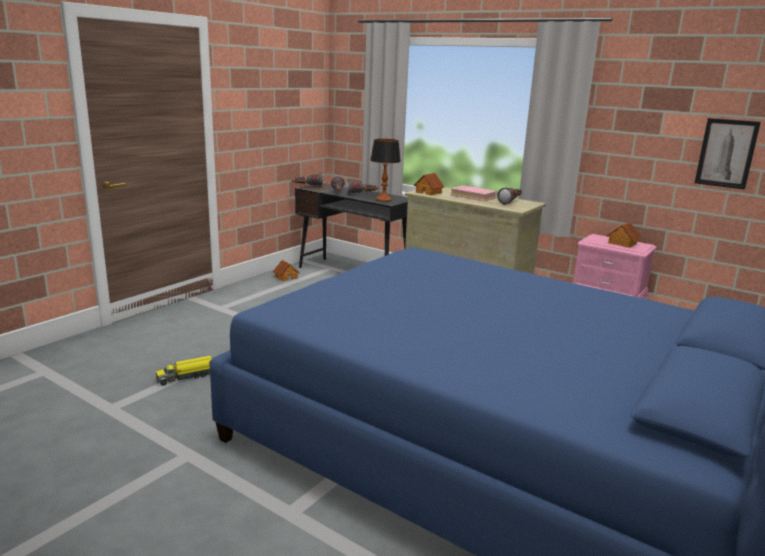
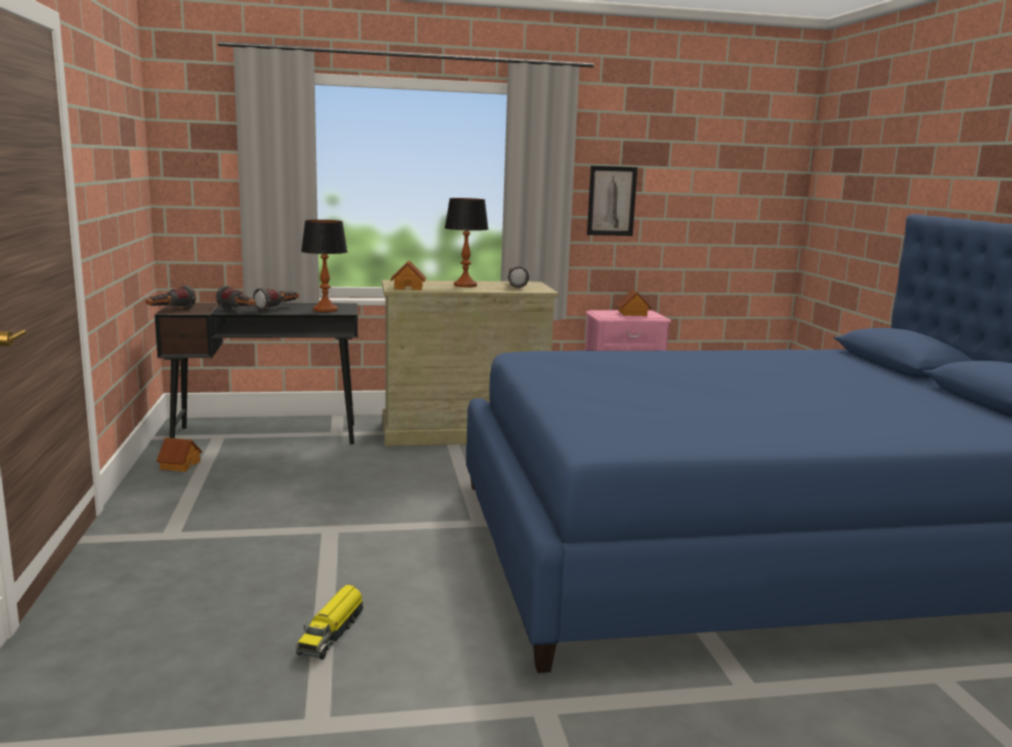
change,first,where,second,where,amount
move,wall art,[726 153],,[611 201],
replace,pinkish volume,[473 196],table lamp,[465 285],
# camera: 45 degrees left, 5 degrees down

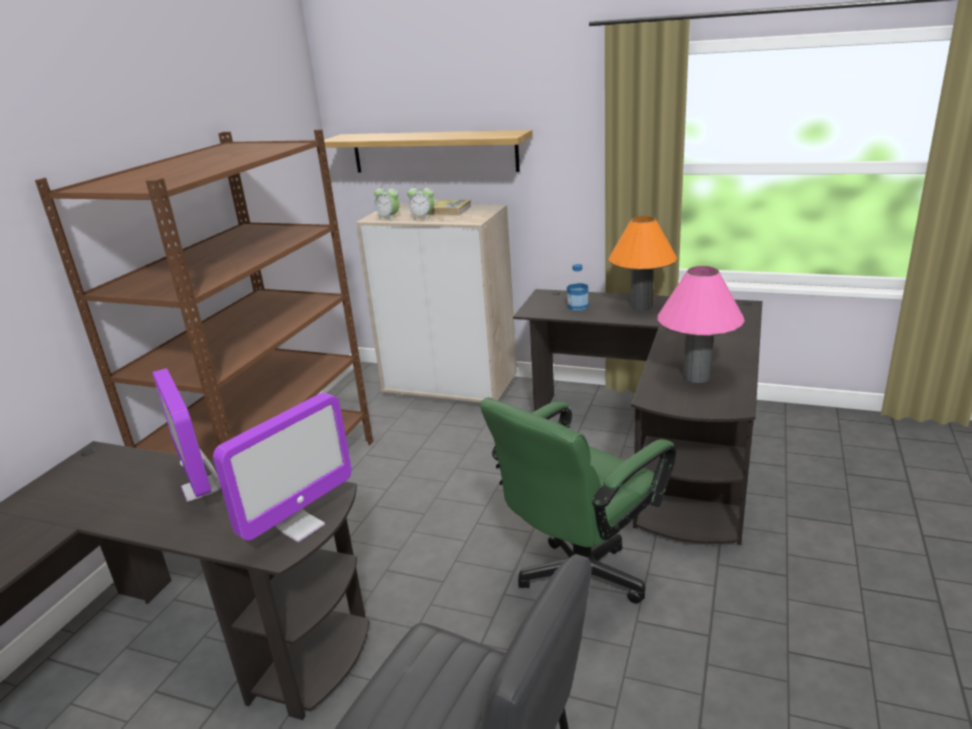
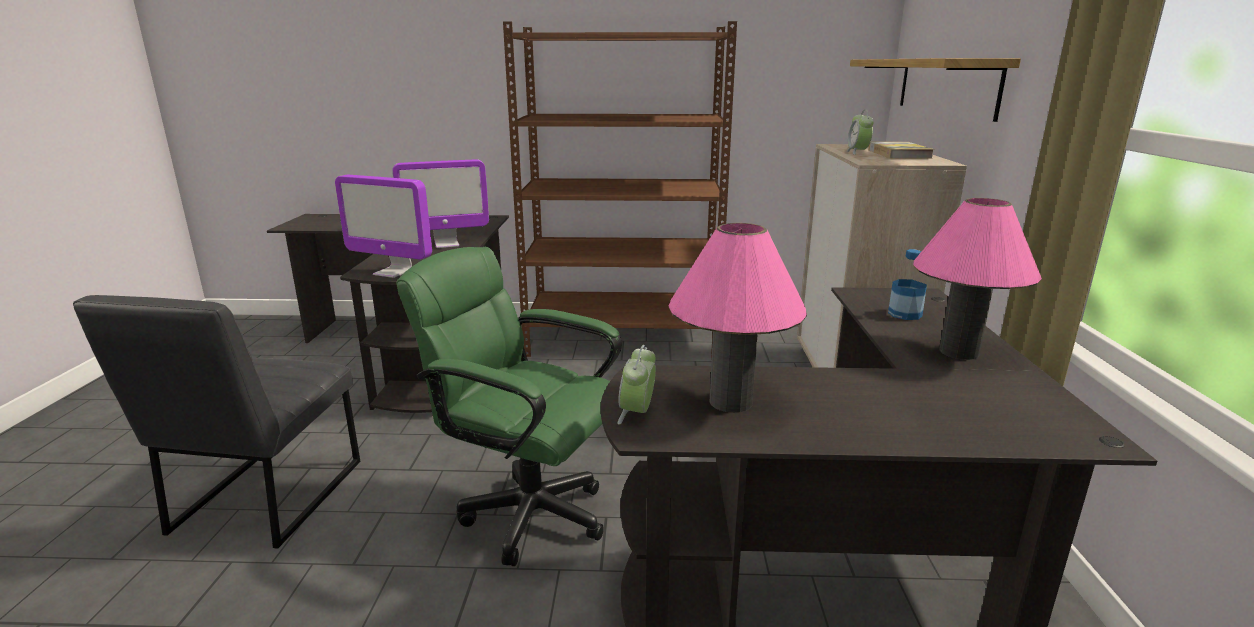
change,first,where,second,where,amount
move,table clock,[388 218],,[637 413],
recolor,orange-coloured table lamp,[641 307],pinkish table lamp,[958 352],
rotate,computer display,[202 488],,[446 244],150 degrees counterclockwise
# camera: 70 degrees right, 5 degrees down

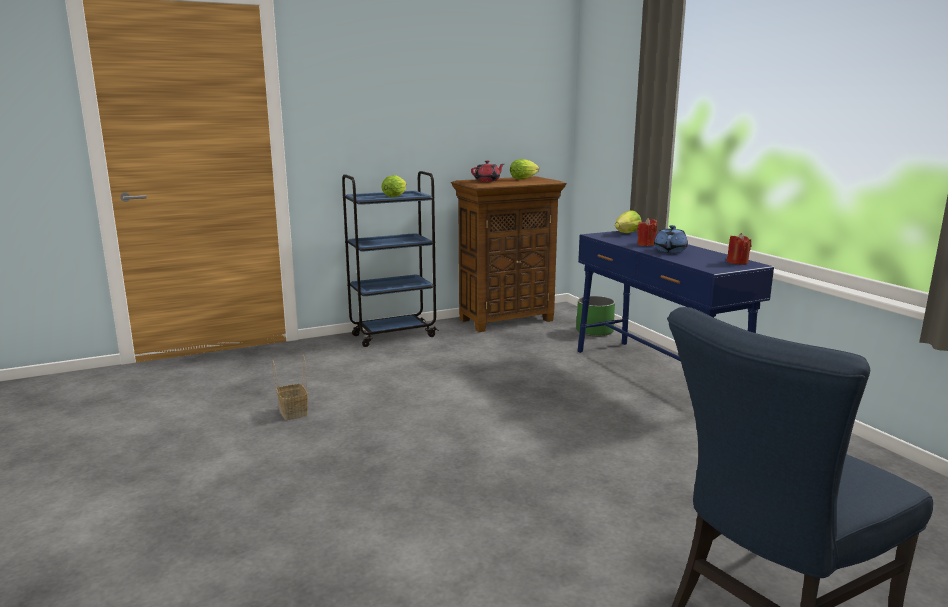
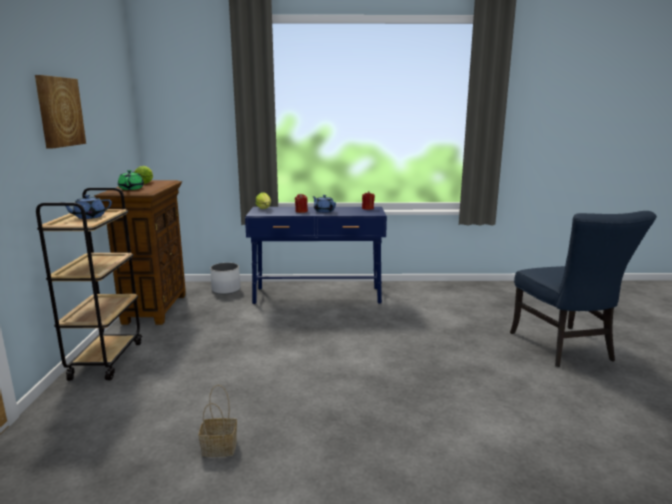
change,first,where,second,where,amount
recolor,reddish teapot,[487 181],green-coloured teapot,[131 188],
recolor,blue-coloured cart,[394 335],brownish cart,[106 360],
replace,lettuce head,[395 196],blue-coloured teapot,[89 217],
recolor,green-coloured planter,[595 331],white planter,[226 290],
insert,,,wall art,[59 112],
# camera: 65 degrees left, 0 degrees up

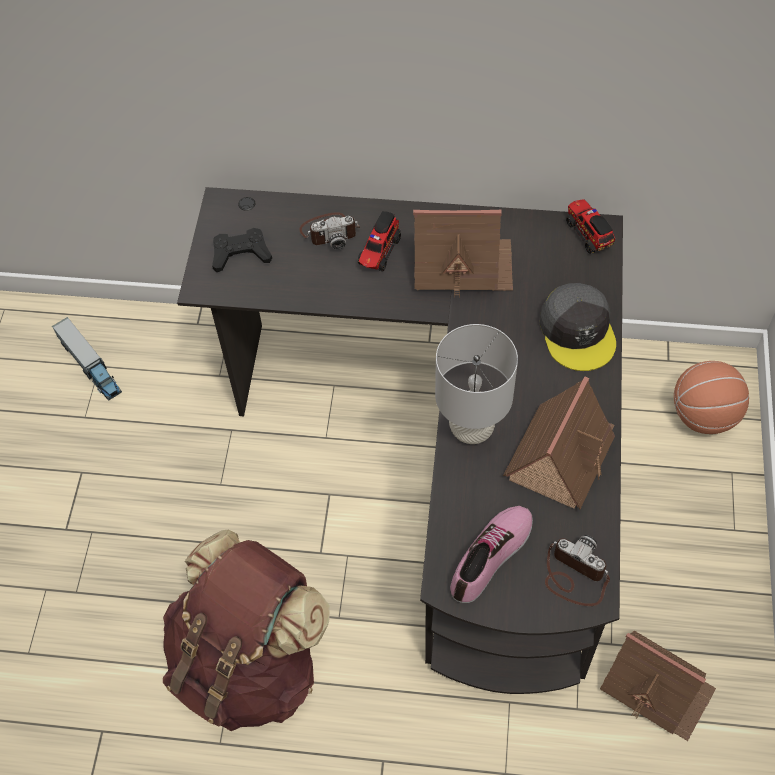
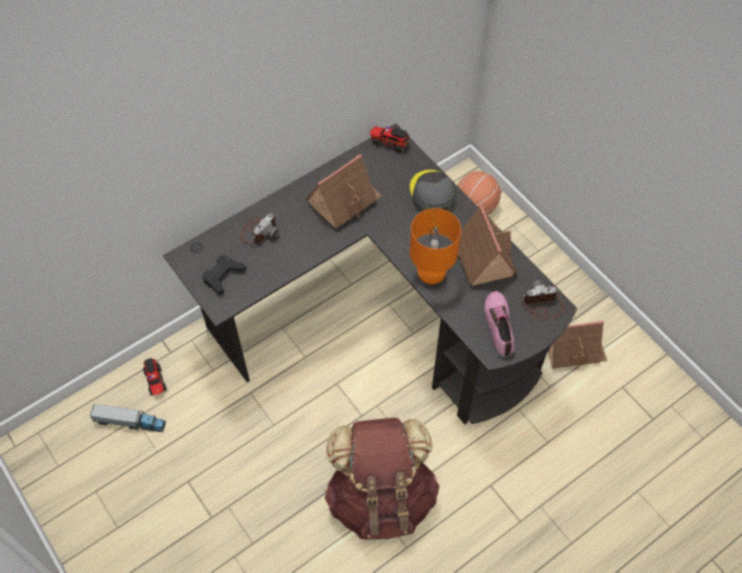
change,first,where,second,where,amount
move,toy truck,[379 252],,[155 381],
rotate,greyish cap,[577 331],,[432 194],135 degrees counterclockwise
recolor,greyish table lamp,[470 428],orange-coloured table lamp,[429 275],
# camera: 45 degrees left, 0 degrees up

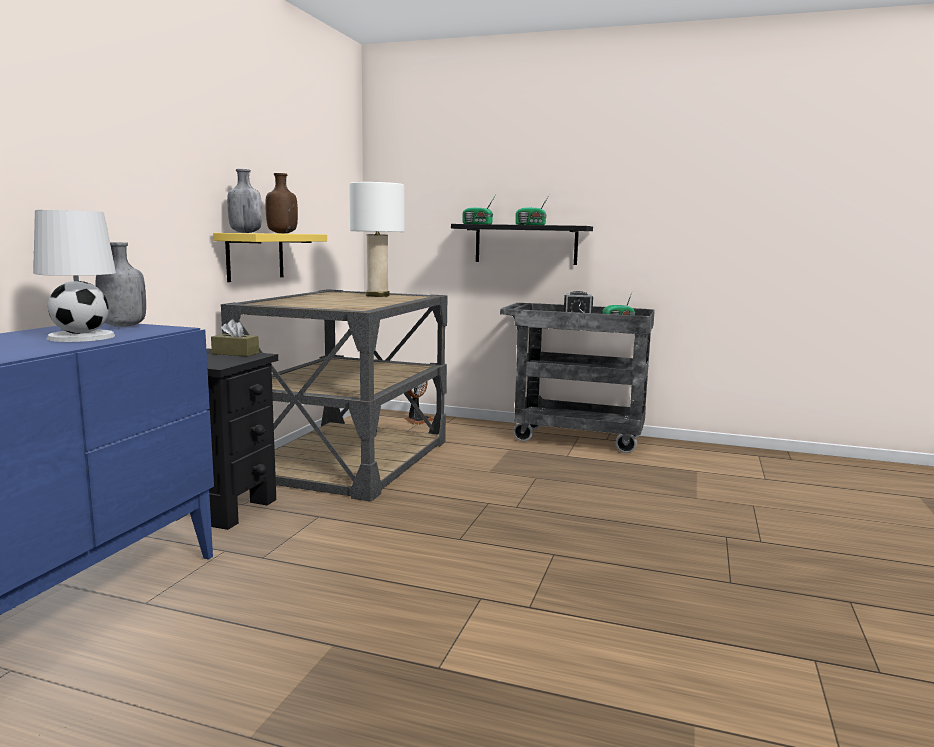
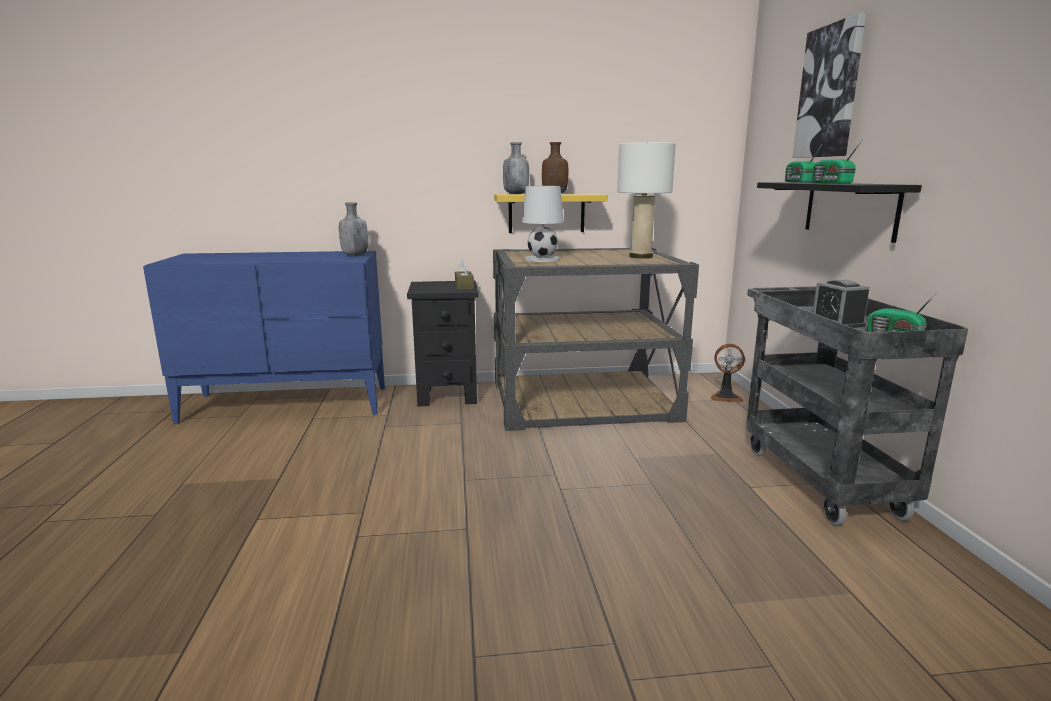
change,first,where,second,where,amount
move,white table lamp,[82 337],,[542 259],
insert,,,wall art,[829 92],
# camera: 65 degrees right, 5 degrees up

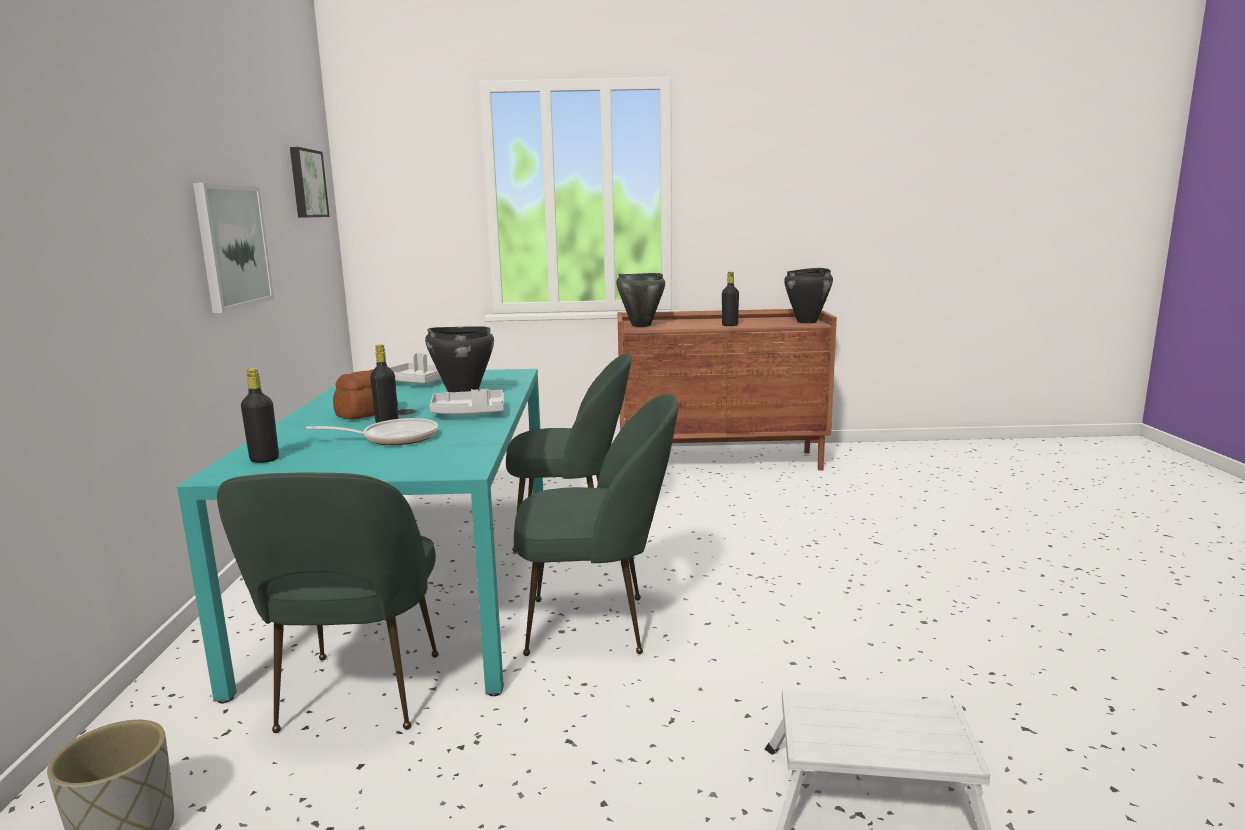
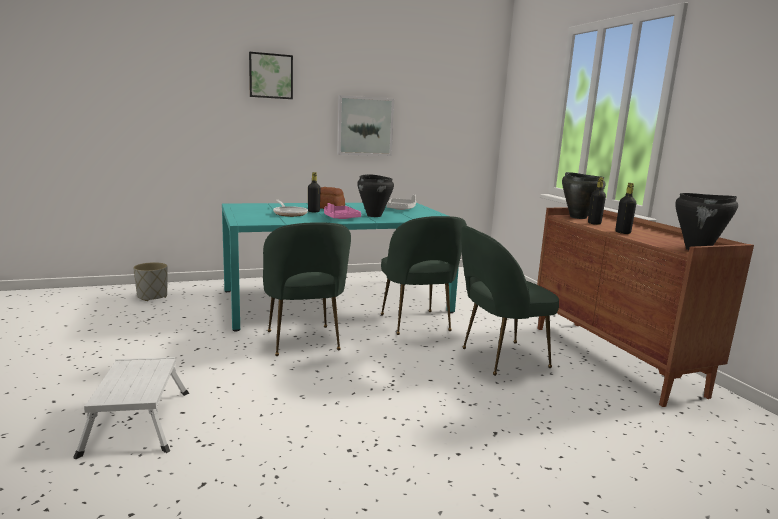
change,first,where,second,where,amount
move,wall art,[306 183],,[270 76],
move,black-coloured bottle,[264 459],,[594 223],
recolor,greyish serving tray,[469 413],pinkish serving tray,[339 218],
move,green-coloured plain chair,[356 701],,[498 358],
# camera: 70 degrees right, 0 degrees up

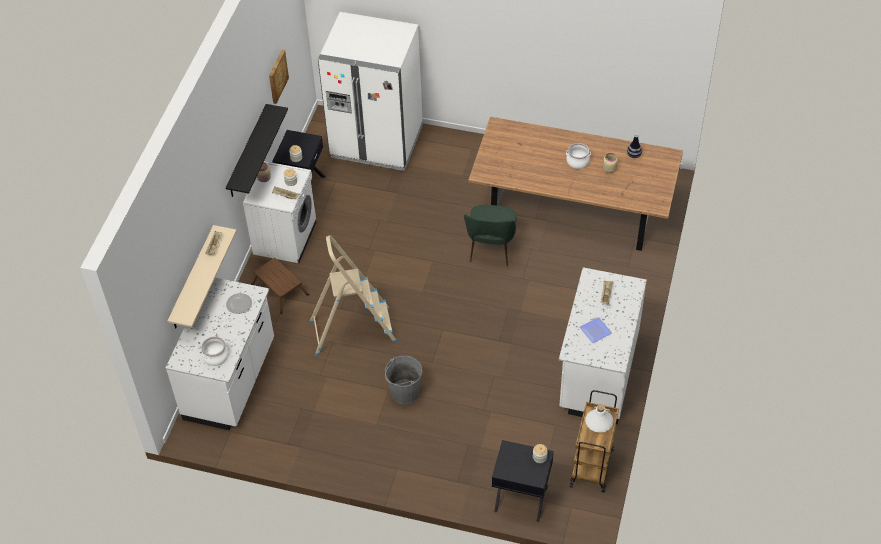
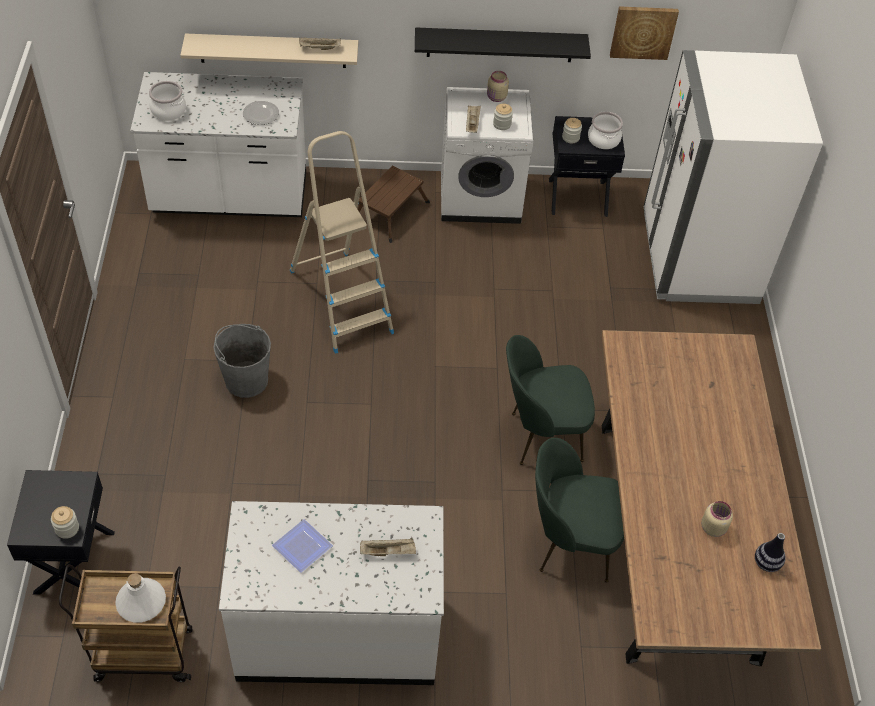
change,first,where,second,where,amount
move,cooking pot,[577 162],,[603 140],
insert,,,green-coloured plain chair,[568 546],
# camera: 70 degrees right, 0 degrees up

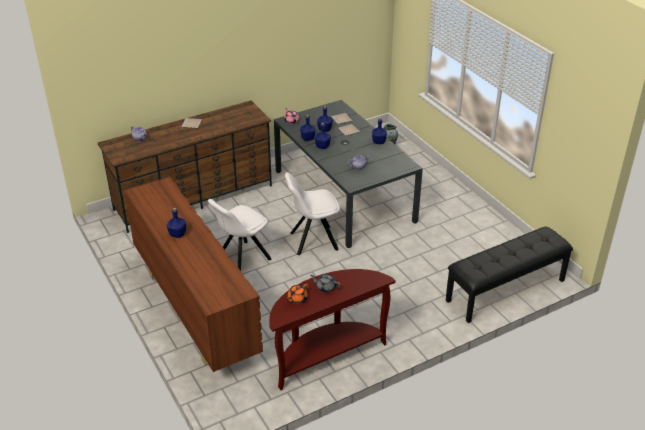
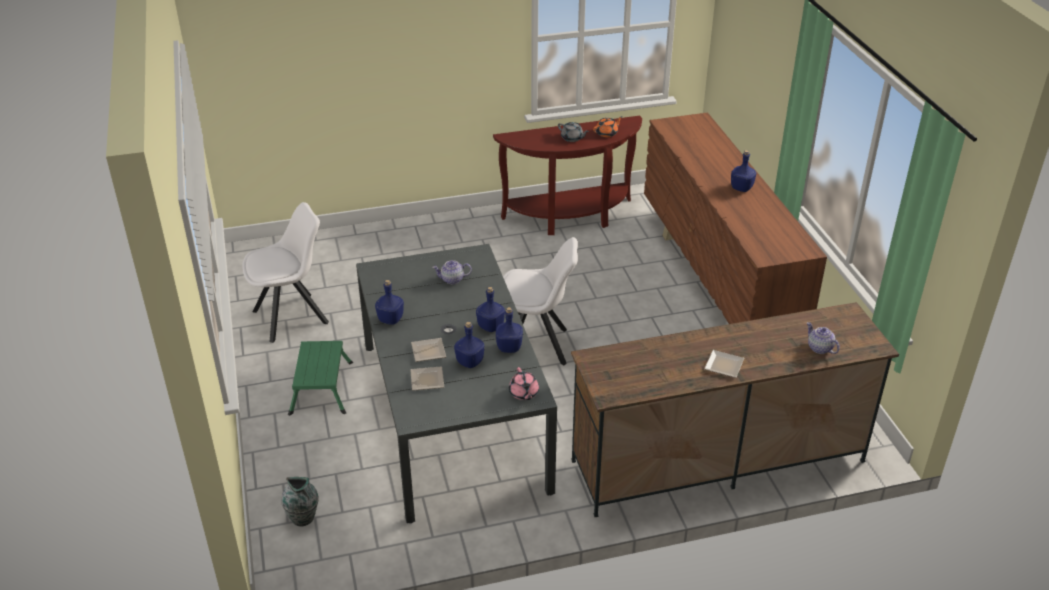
change,first,where,second,where,amount
move,white plain chair,[242 259],,[291 317],
delete,black-coloured indoor bench,[505 291],,,
insert,,,green-coloured step stool,[321 388],
# camera: 165 degrees left, 0 degrees up

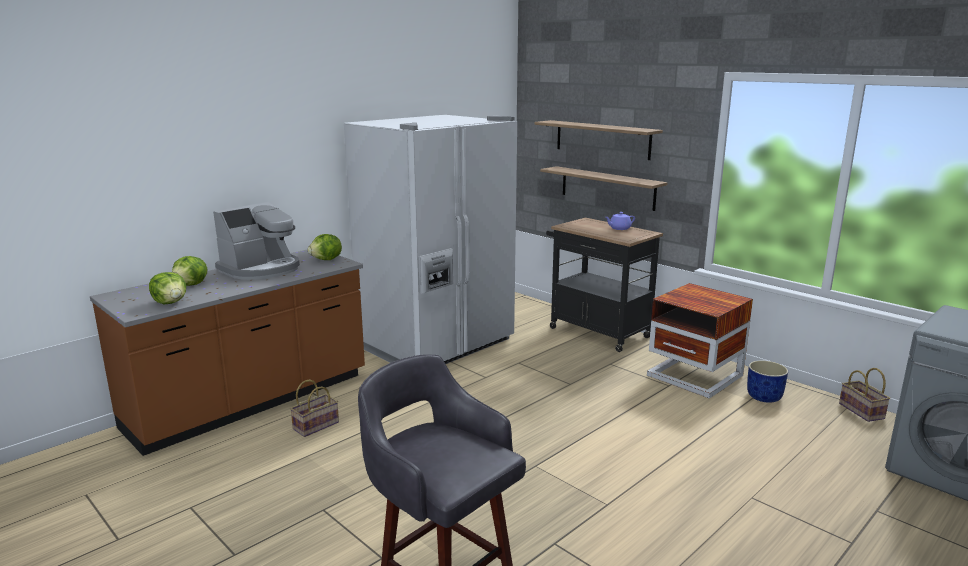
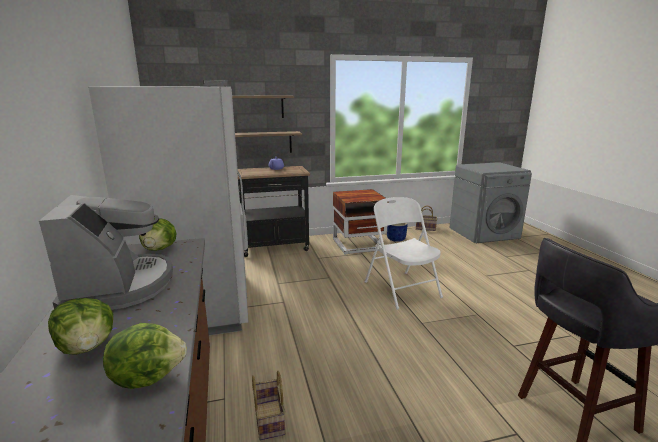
change,first,where,second,where,amount
insert,,,white plain chair,[402 289],
# camera: 60 degrees left, 0 degrees up

